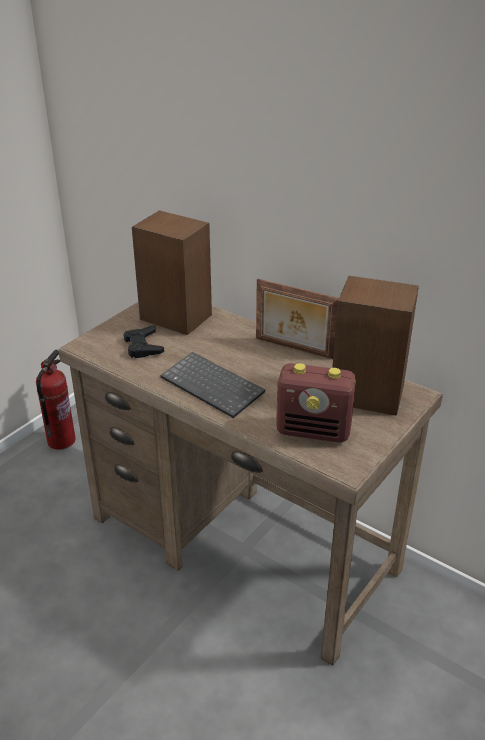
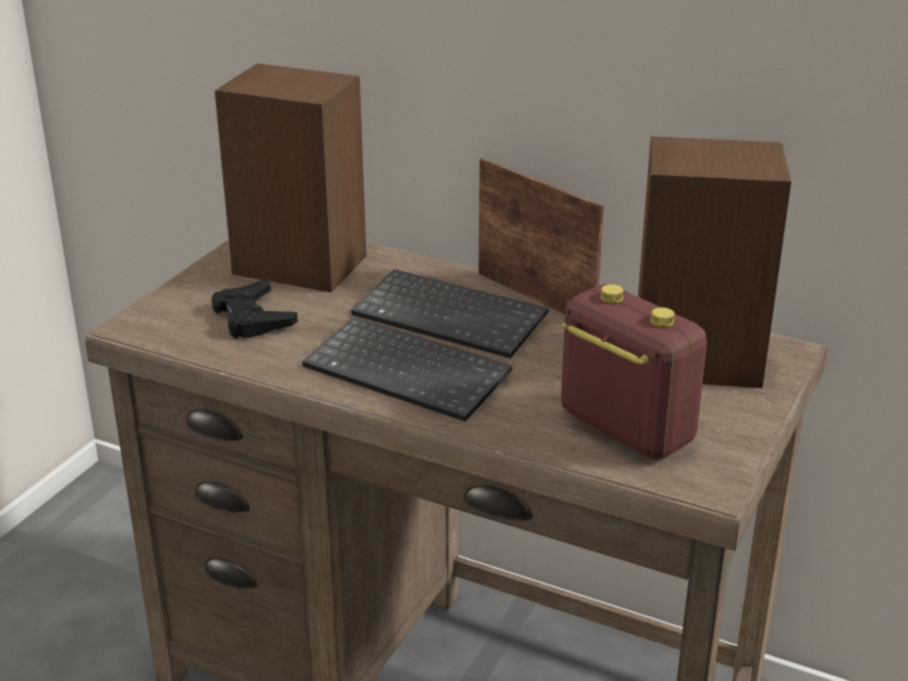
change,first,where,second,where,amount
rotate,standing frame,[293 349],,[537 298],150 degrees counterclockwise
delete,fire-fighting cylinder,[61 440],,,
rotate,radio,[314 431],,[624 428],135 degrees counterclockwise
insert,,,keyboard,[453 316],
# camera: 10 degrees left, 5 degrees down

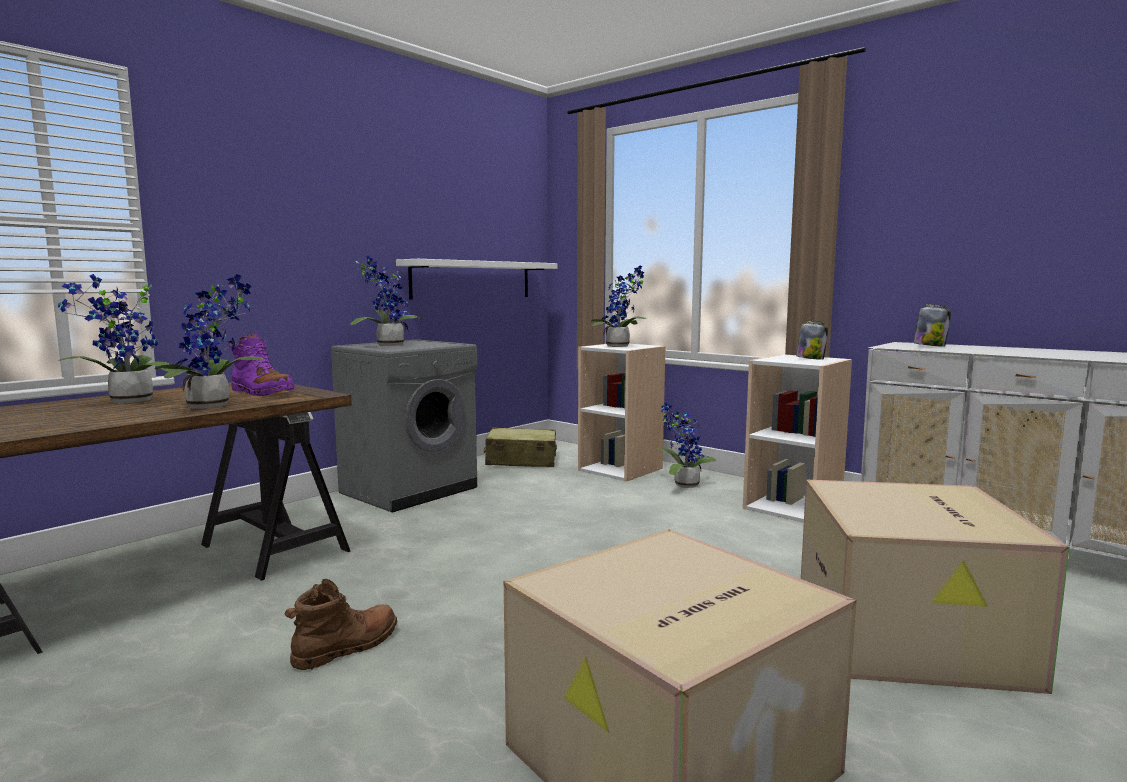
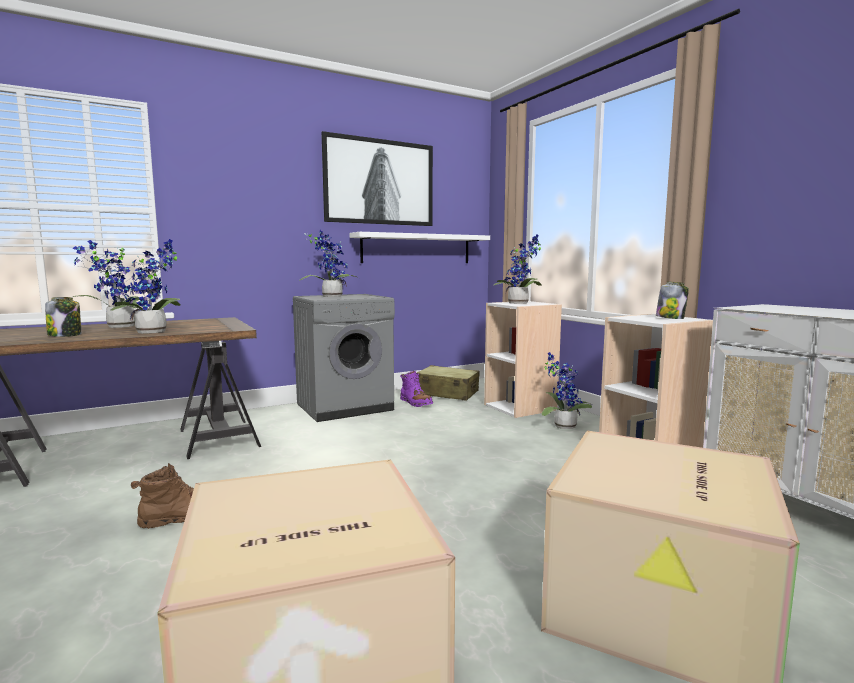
change,first,where,second,where,amount
move,jar,[930 346],,[65 335],
move,purplish boot,[262 392],,[415 403],
insert,,,wall art,[379 182],
# camera: 20 degrees right, 0 degrees up

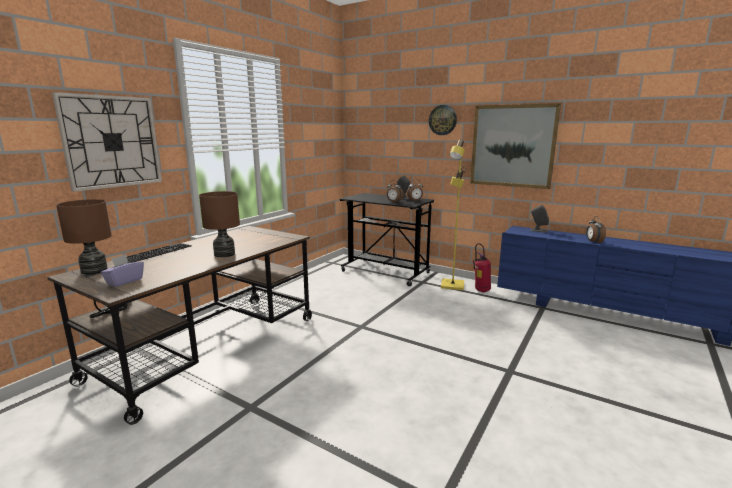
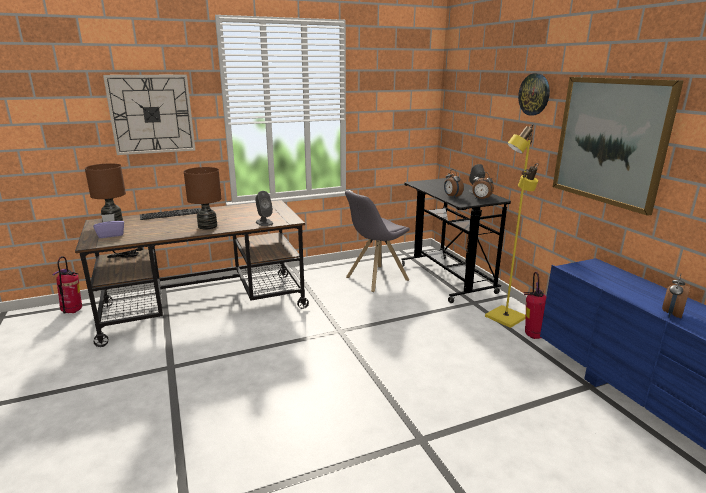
change,first,where,second,where,amount
move,greyish audio speaker,[538 230],,[264 222],
insert,,,greyish plain chair,[376 278],
insert,,,fire-fighting cylinder,[73 312],
# camera: 35 degrees right, 5 degrees up

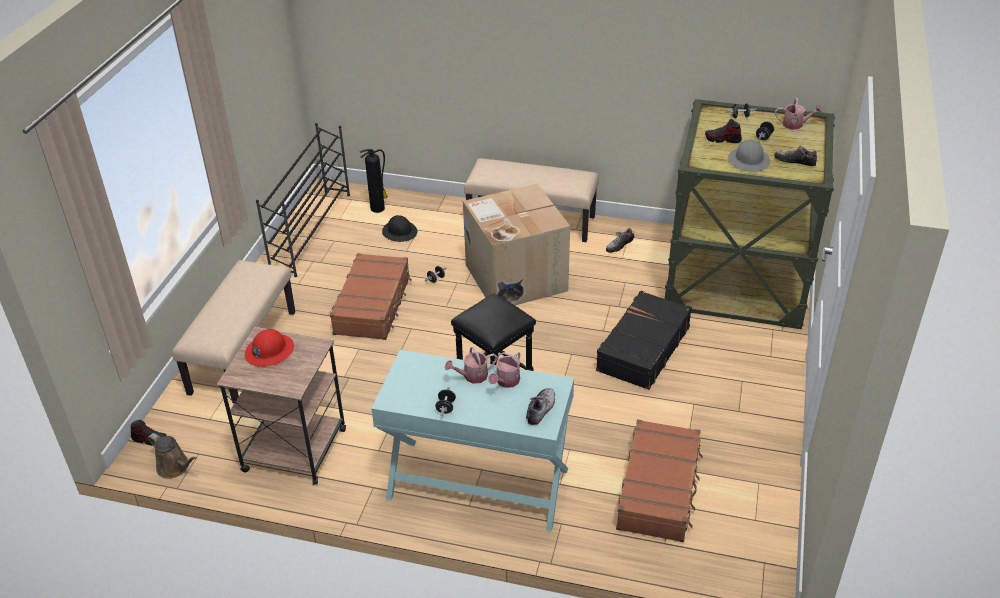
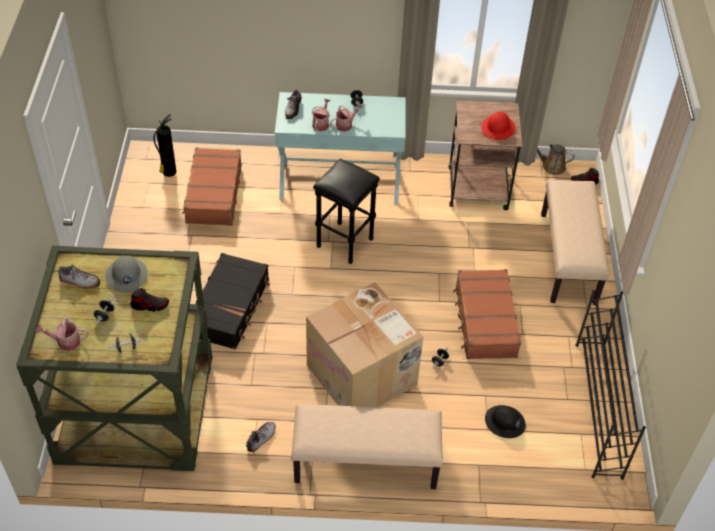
change,first,where,second,where,amount
move,fire-fighting cylinder,[378 208],,[168 172],
# camera: 165 degrees right, 10 degrees up

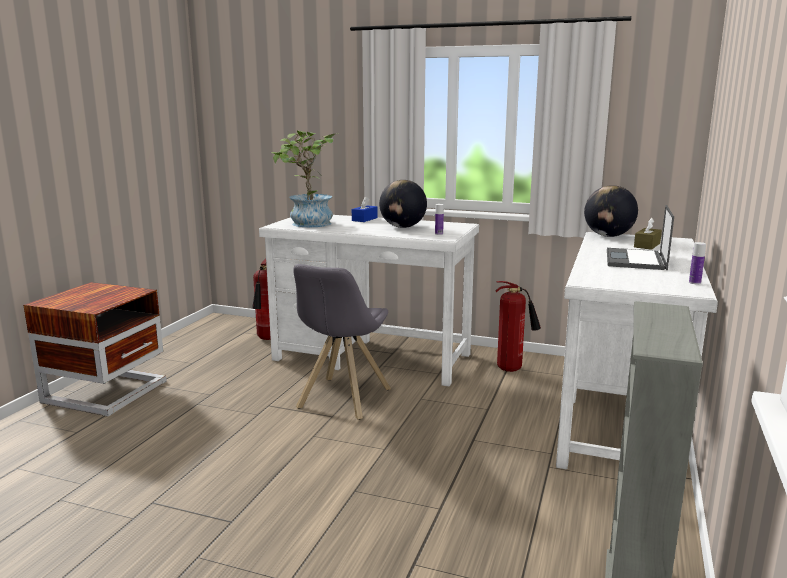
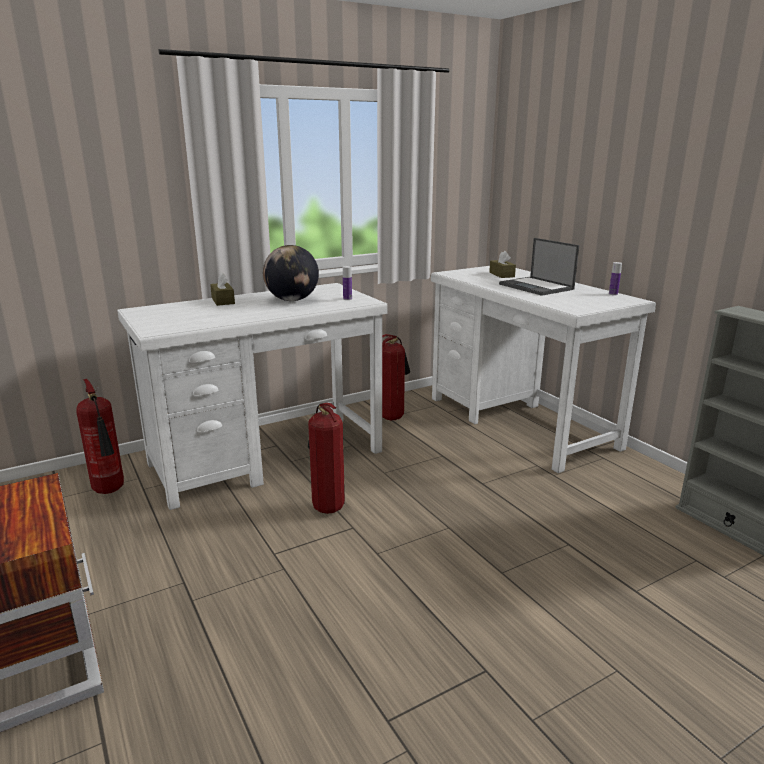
change,first,where,second,where,amount
delete,potted plant,[307 224],,,
delete,globe,[608 236],,,
recolor,blue-coloured tissue box,[364 219],brownish tissue box,[223 301],
replace,greyish plain chair,[343 398],fire-fighting cylinder,[326 507],
# camera: 50 degrees left, 5 degrees up

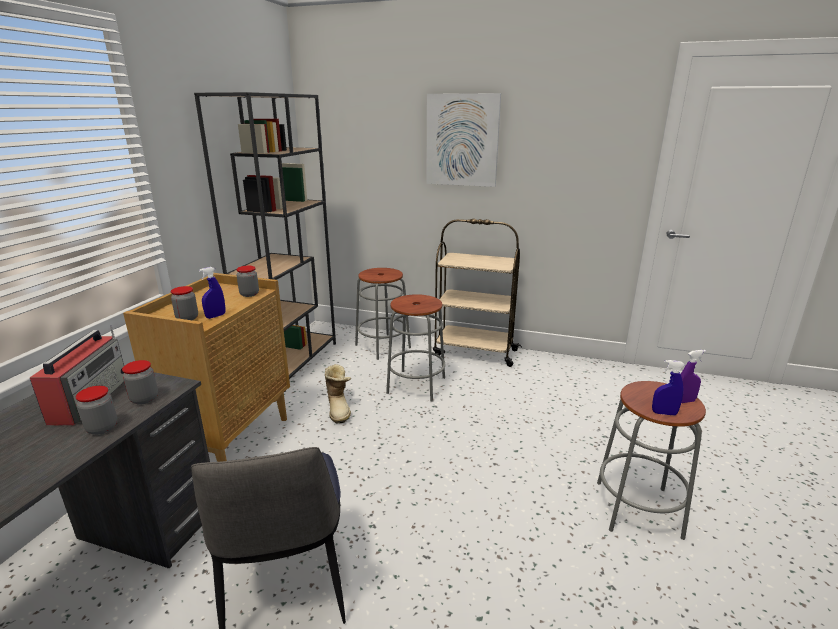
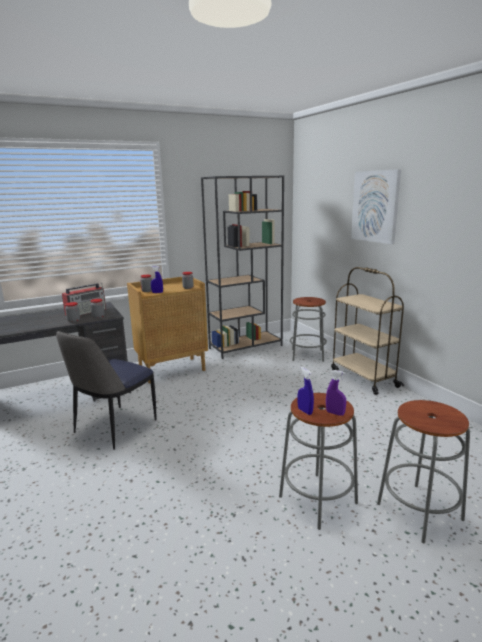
change,first,where,second,where,amount
move,greyish stool seat,[416 385],,[419 511],
delete,boot,[339 409],,,
# camera: 45 degrees right, 5 degrees down

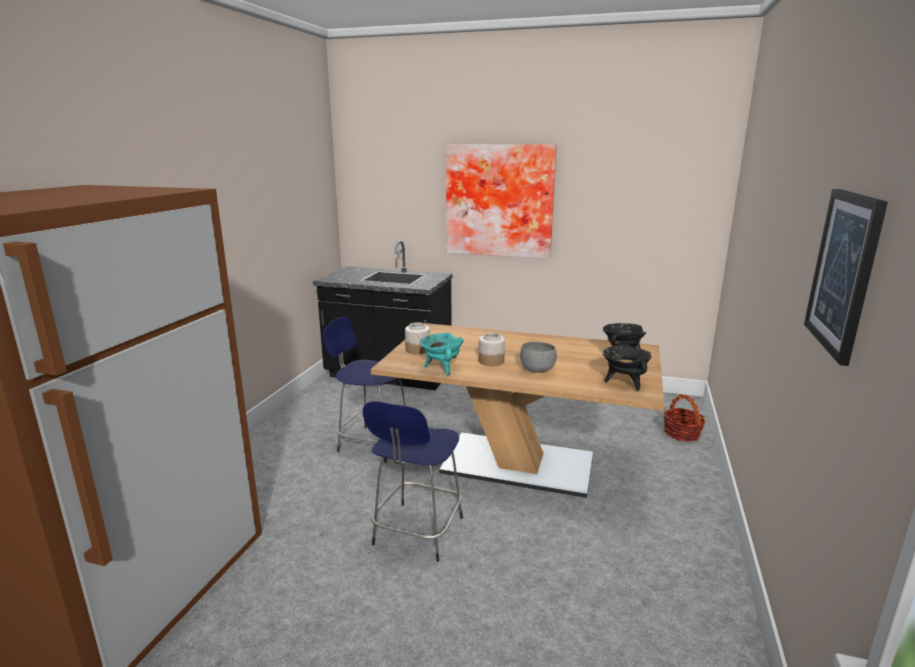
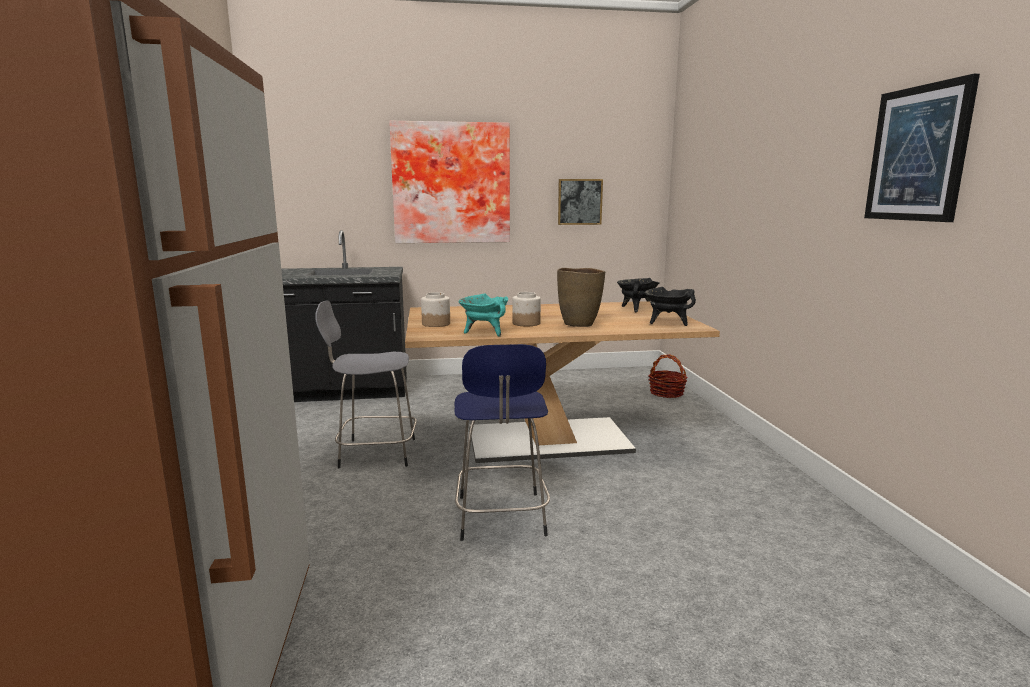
change,first,where,second,where,amount
recolor,blue-coloured stool seat,[372 443],greyish stool seat,[374 453],
replace,greyish serving bowl,[536 370],brownish decorative vase,[579 324],
insert,,,wall art,[579 202],
# camera: 25 degrees left, 5 degrees down

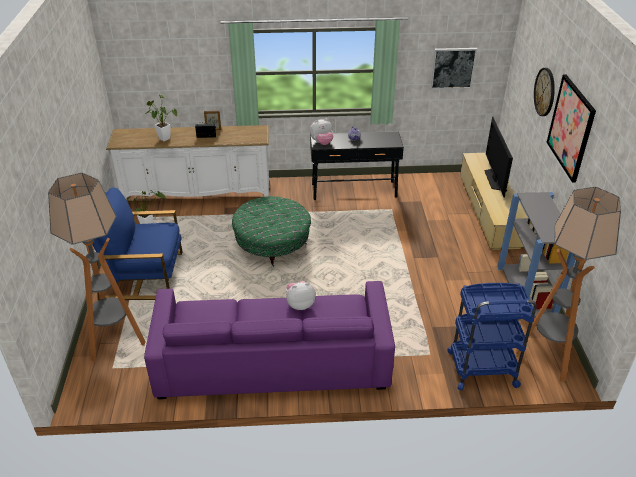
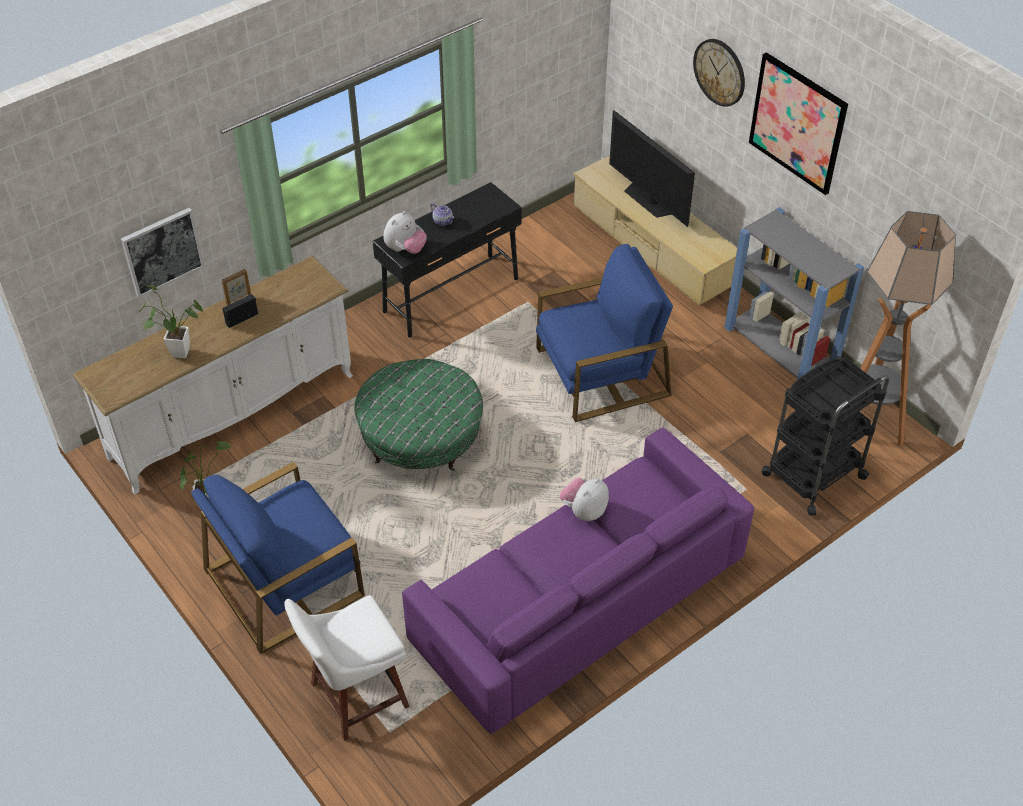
change,first,where,second,where,amount
move,wall art,[453 68],,[162 251],
replace,standing lamp,[115 342],white stool seat,[355 696],
recolor,blue-coloured cart,[482 368],black-coloured cart,[813 475],
insert,,,blue-coloured armchair,[601 373],
# camera: 35 degrees left, 10 degrees up

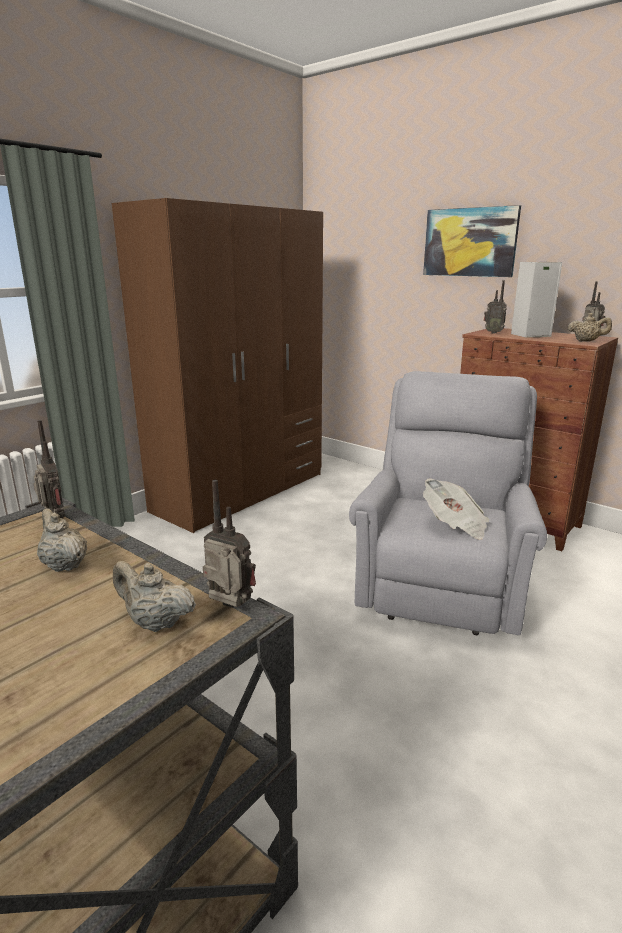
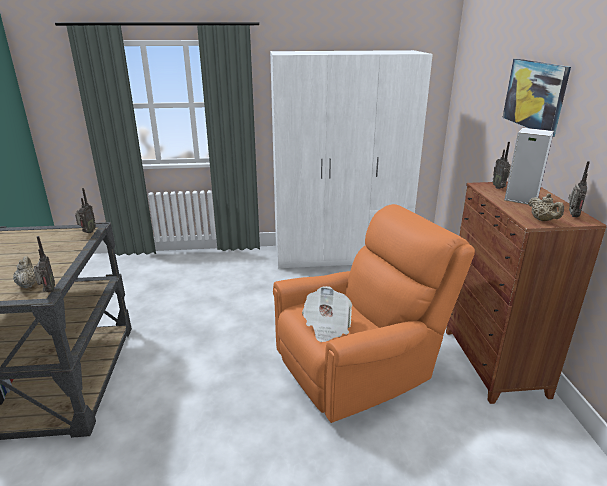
change,first,where,second,where,amount
recolor,brownish wardrobe,[241 491],white wardrobe,[340 254],
recolor,greyish armchair,[441 581],orange-coloured armchair,[360 368],
delete,sand-coloured teapot,[64 565],,,
# camera: 45 degrees right, 5 degrees up

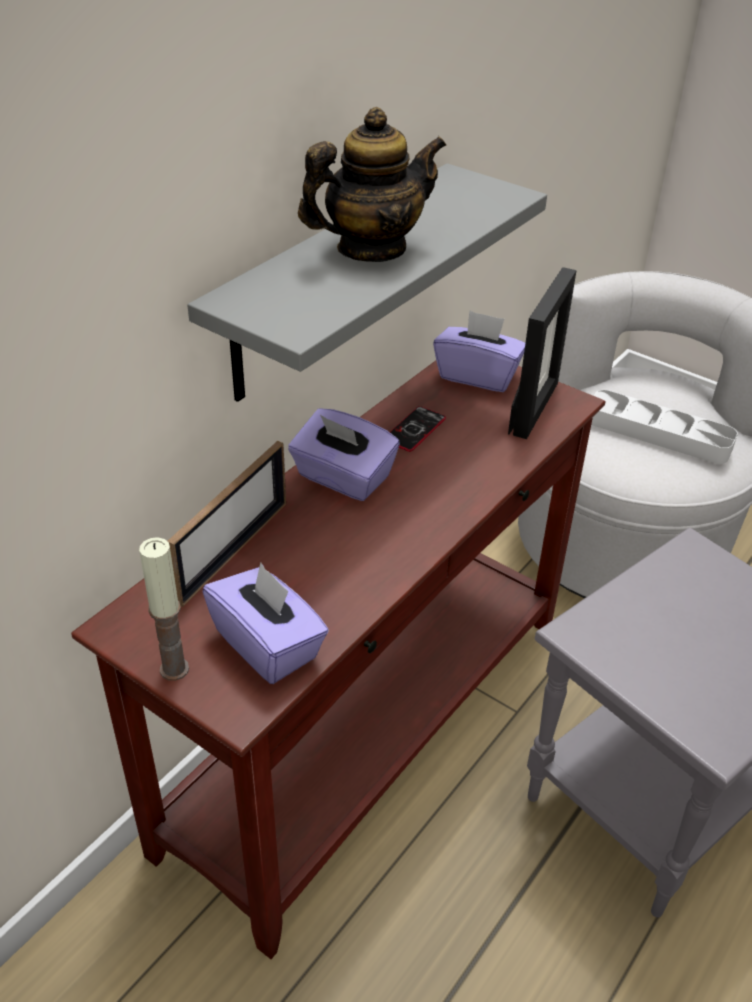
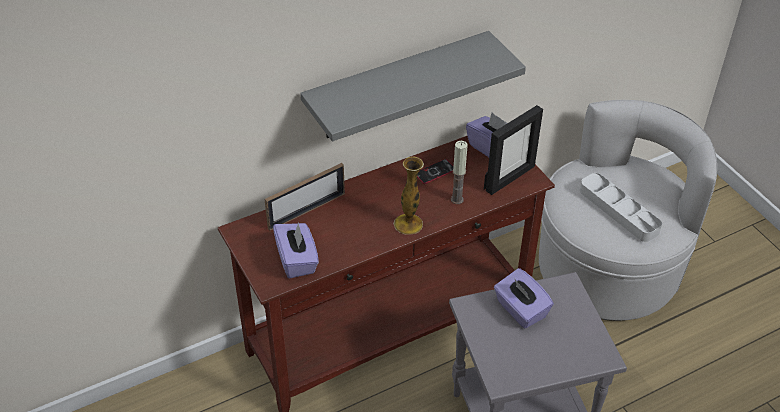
change,first,where,second,where,amount
delete,teapot,[371 249],,,
move,purplish tissue box,[342 478],,[520 310],
move,candle,[174 669],,[457 199],
insert,,,decorative vase,[408 224],
# camera: 25 degrees right, 5 degrees up

